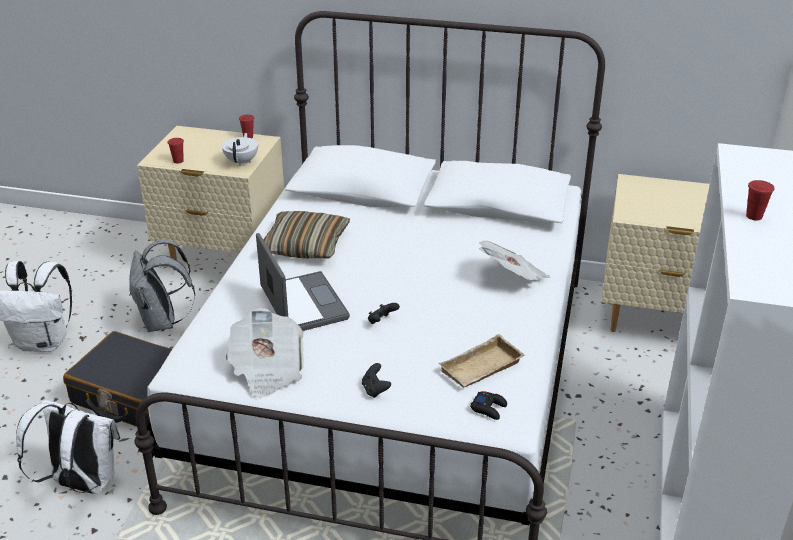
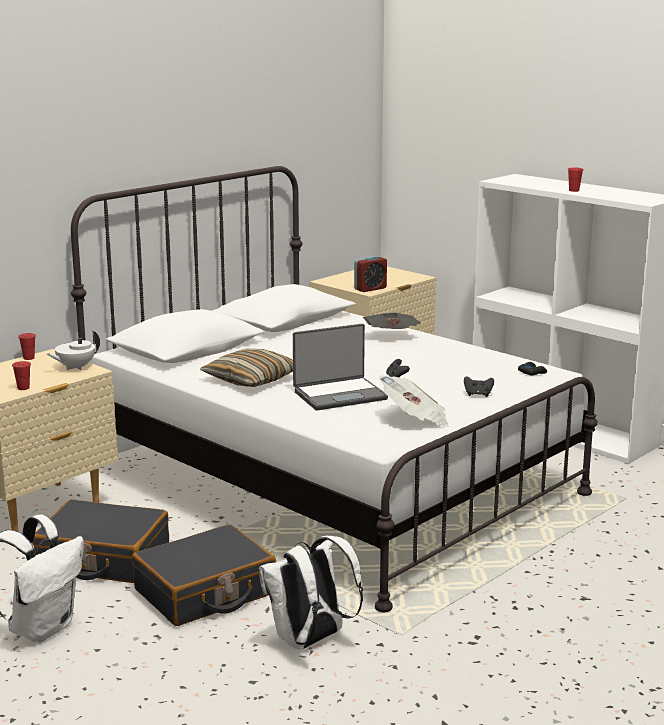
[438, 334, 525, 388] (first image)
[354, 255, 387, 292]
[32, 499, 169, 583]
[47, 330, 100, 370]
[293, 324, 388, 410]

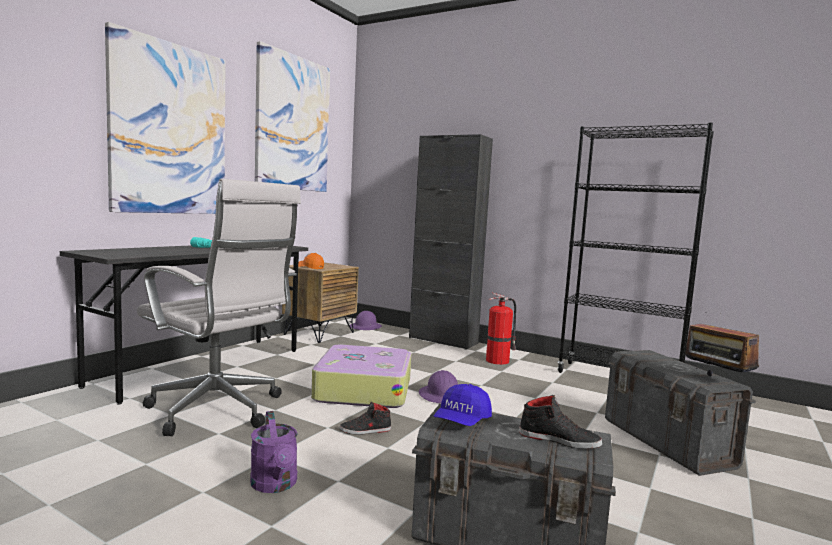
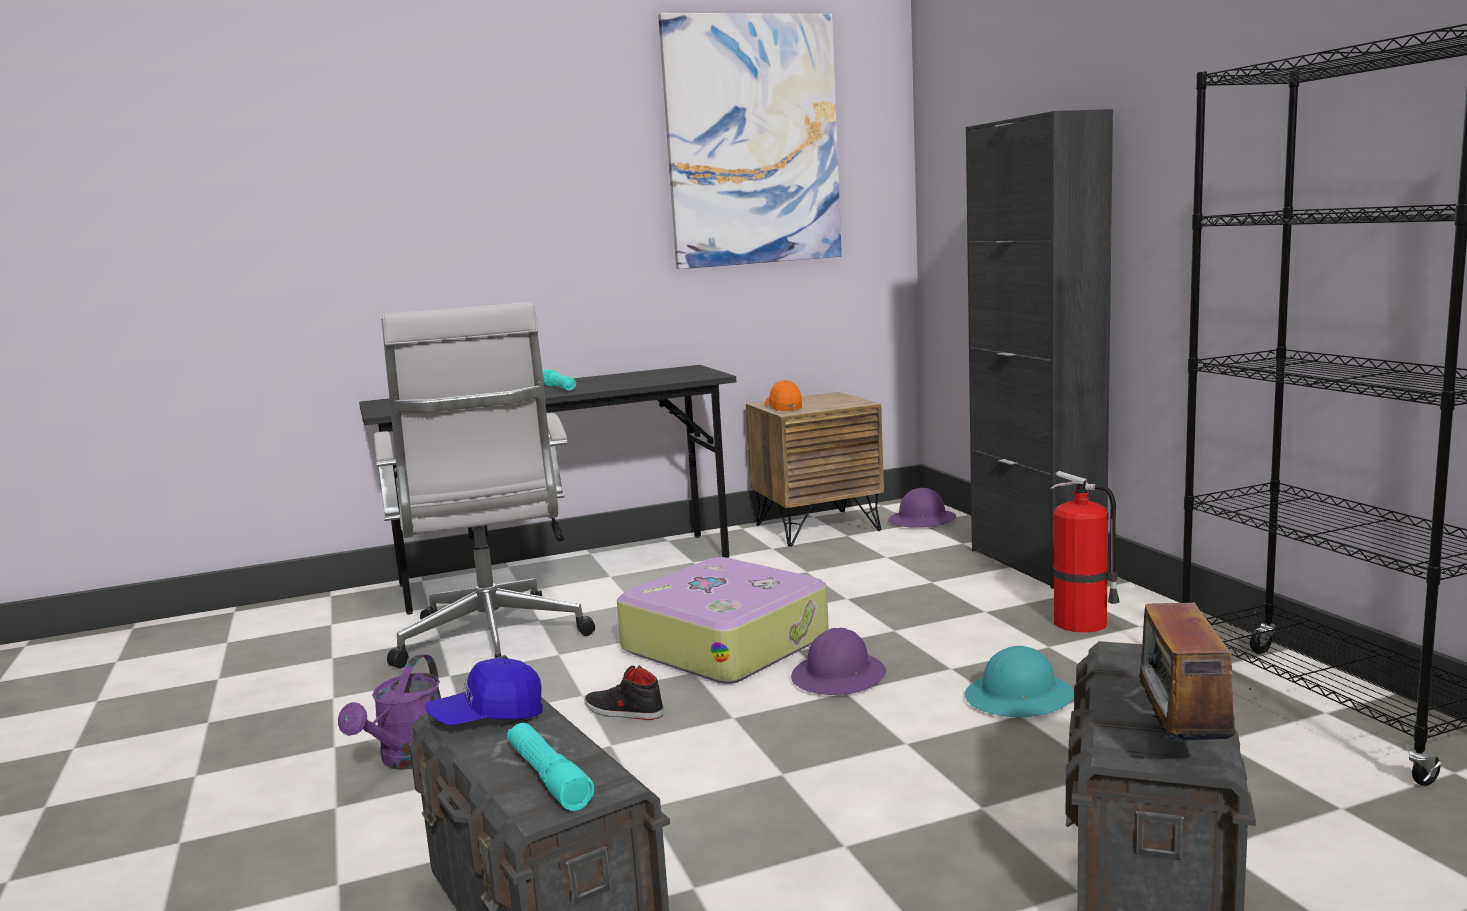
[105, 22, 225, 214] (first image)
[965, 646, 1074, 717]
[507, 723, 594, 811]

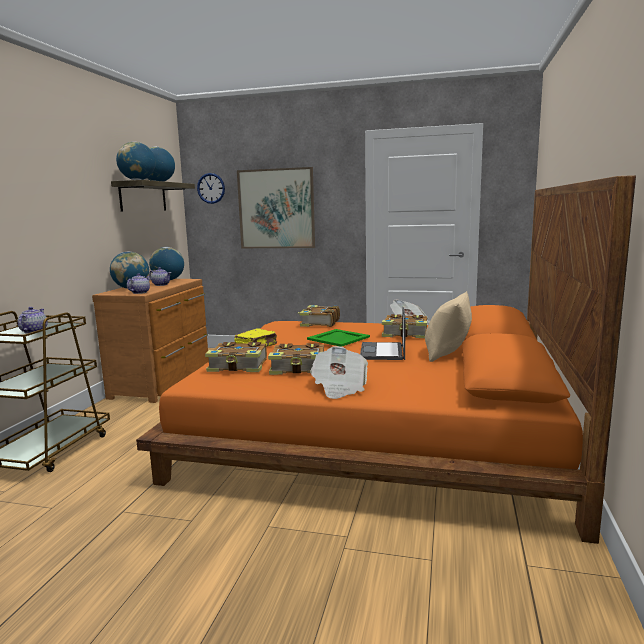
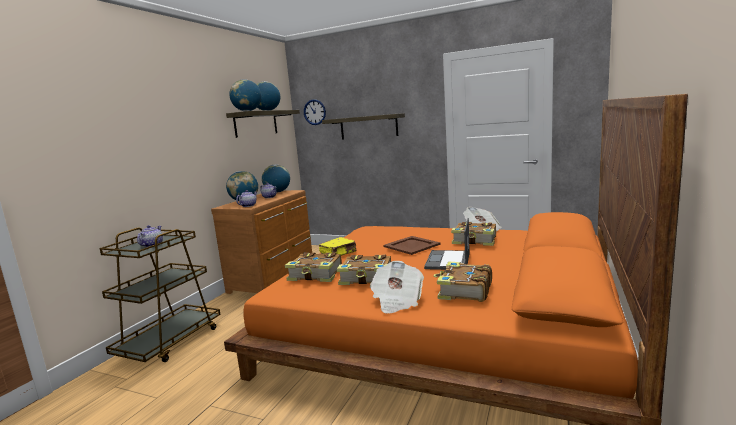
[425, 291, 472, 362] (first image)
[433, 261, 492, 302]
[322, 113, 405, 140]
[383, 236, 441, 255]

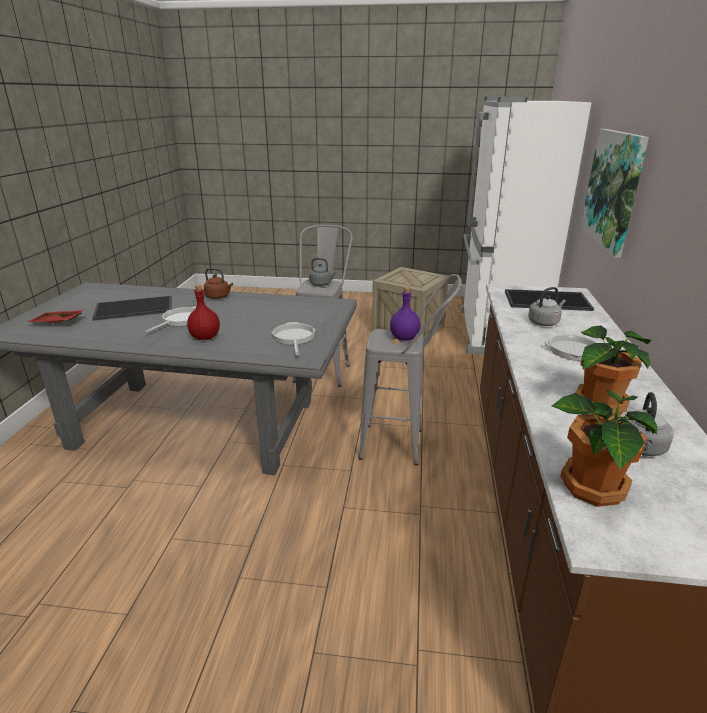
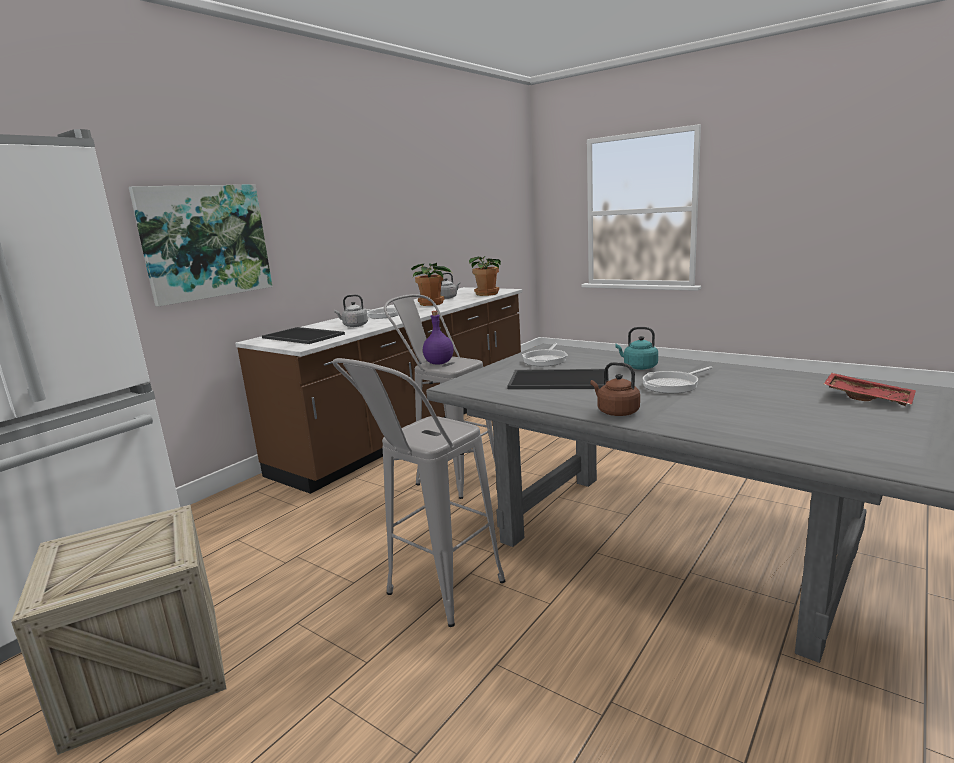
[309, 258, 336, 286] (first image)
[507, 369, 609, 389]
[615, 327, 658, 370]

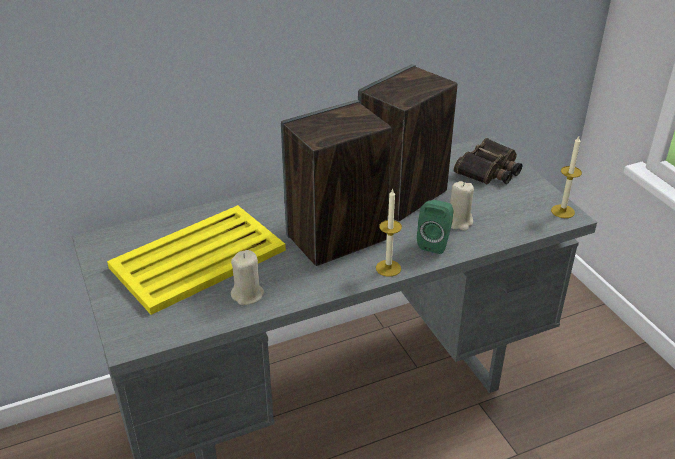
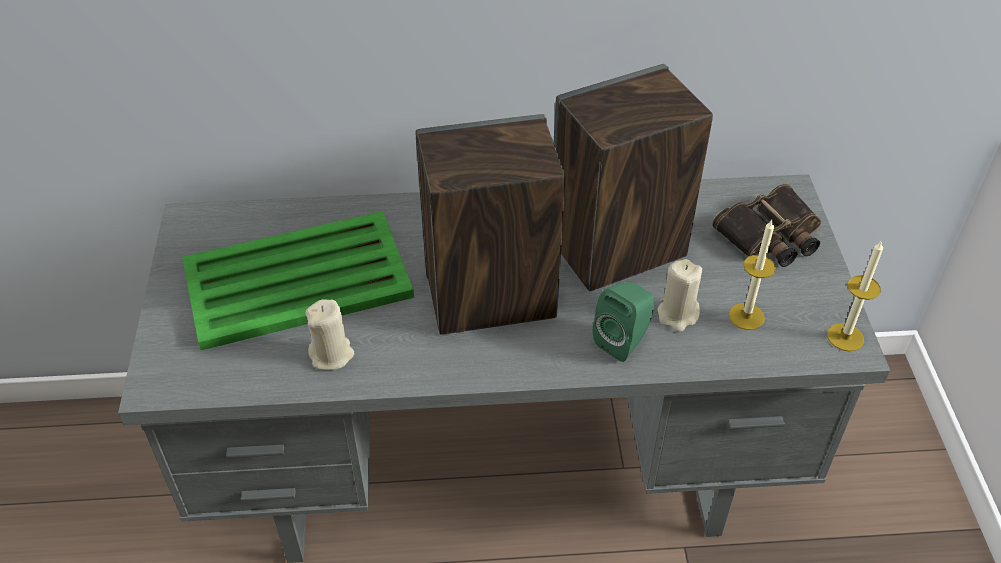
[729, 220, 776, 330]
[182, 211, 414, 350]

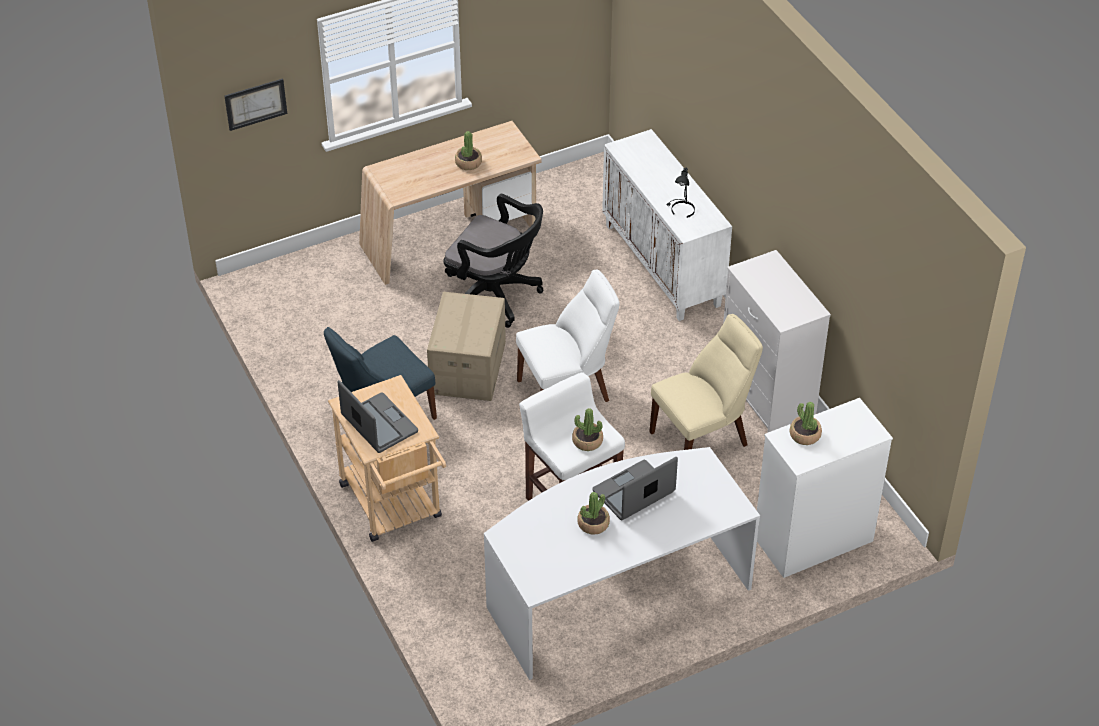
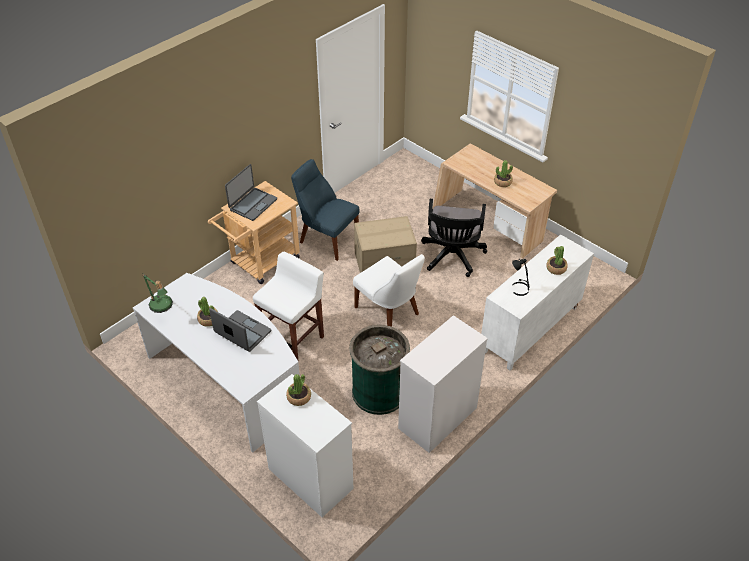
[225, 78, 287, 131] (first image)
[143, 274, 173, 313]
[546, 246, 568, 275]
[349, 325, 410, 415]

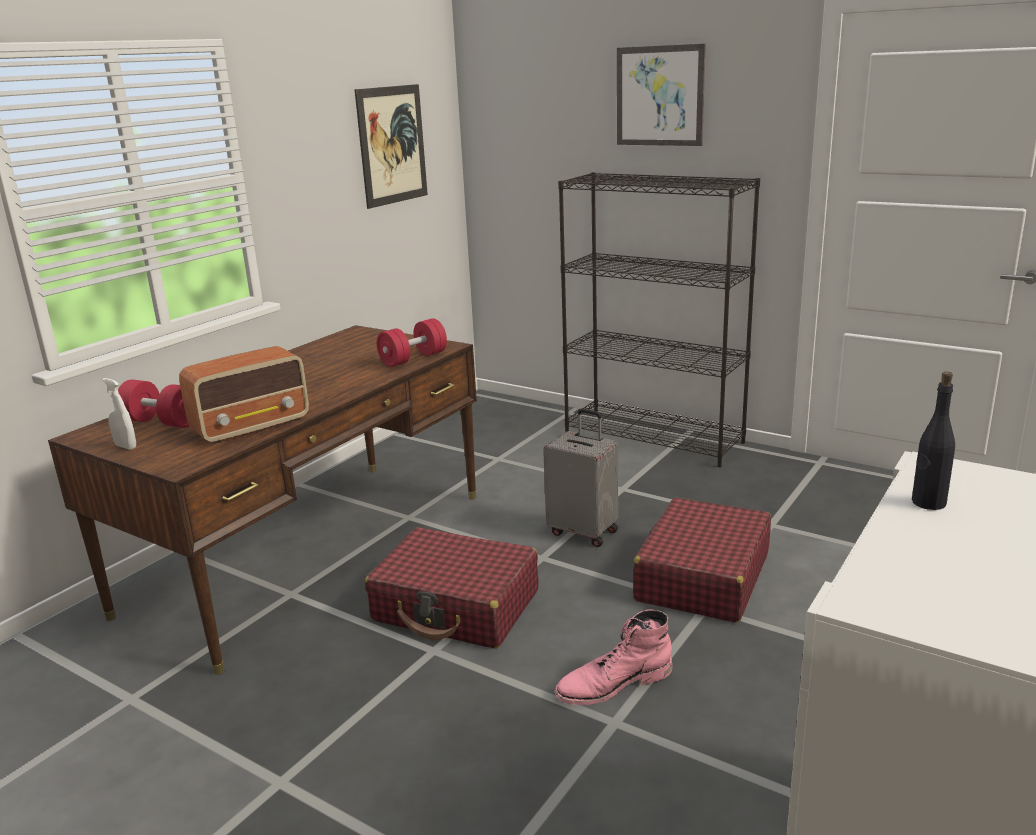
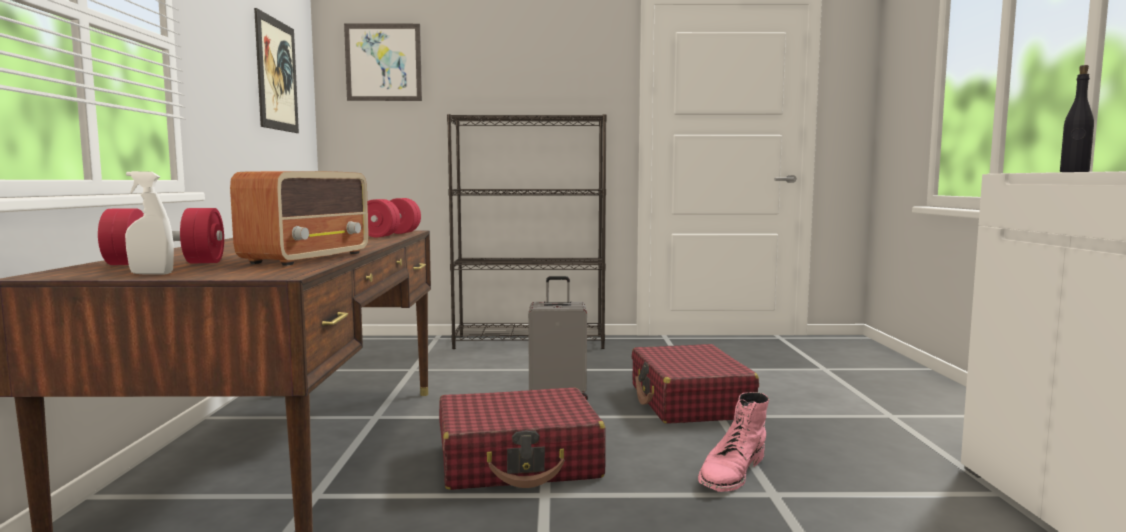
[344, 24, 422, 101]

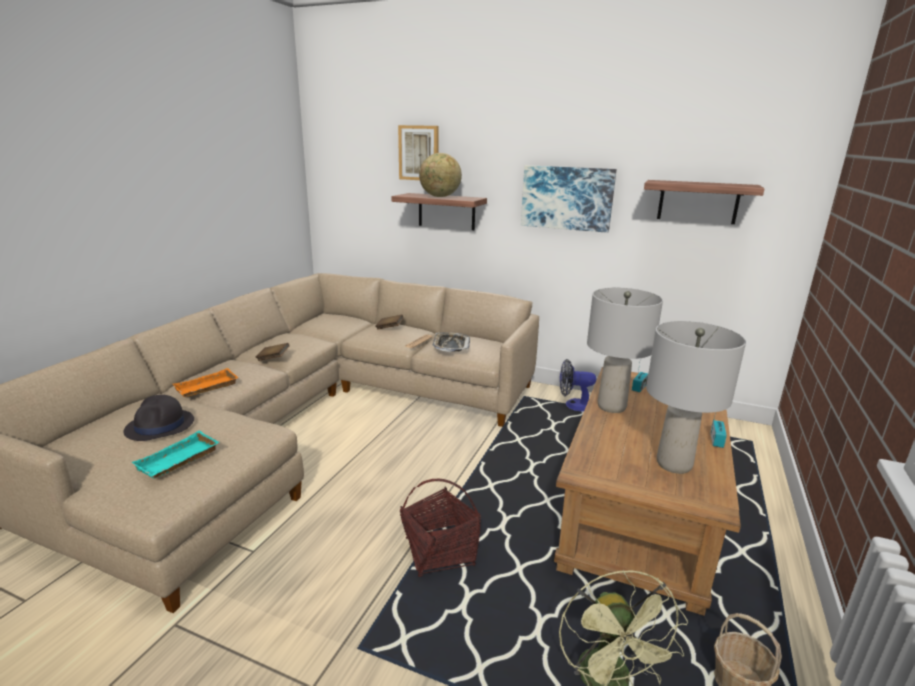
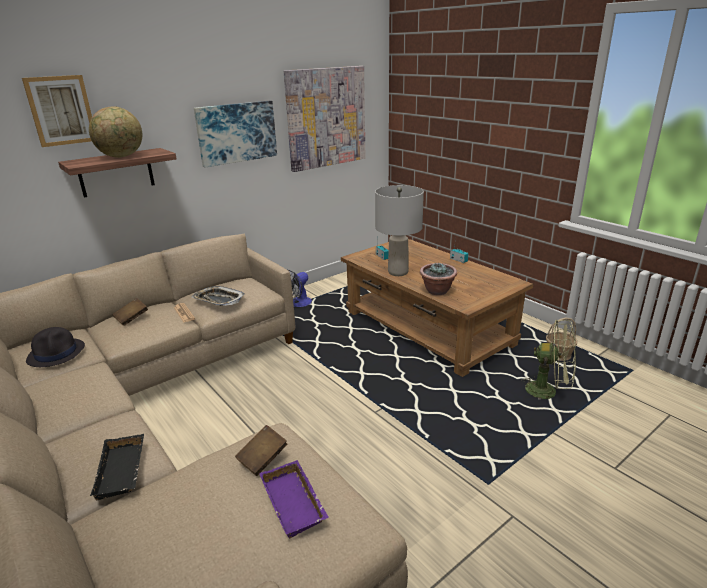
[400, 479, 481, 577] (first image)
[646, 321, 746, 474] (first image)
[420, 263, 457, 295]
[26, 327, 85, 367]
[235, 425, 287, 476]
[284, 66, 365, 172]
[259, 460, 329, 539]
[90, 434, 144, 501]

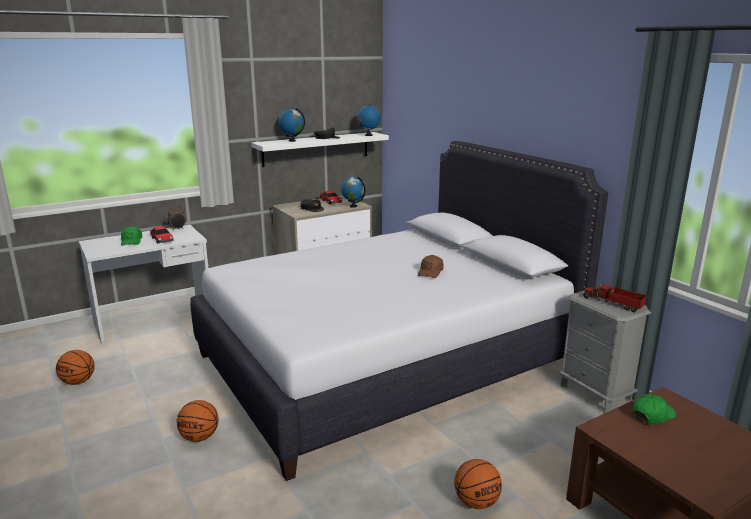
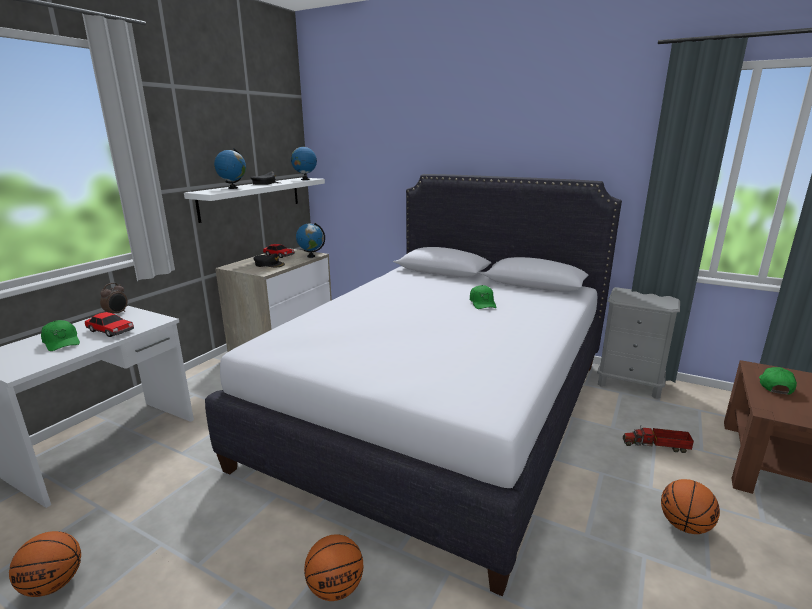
[623, 425, 694, 453]
[470, 285, 496, 309]

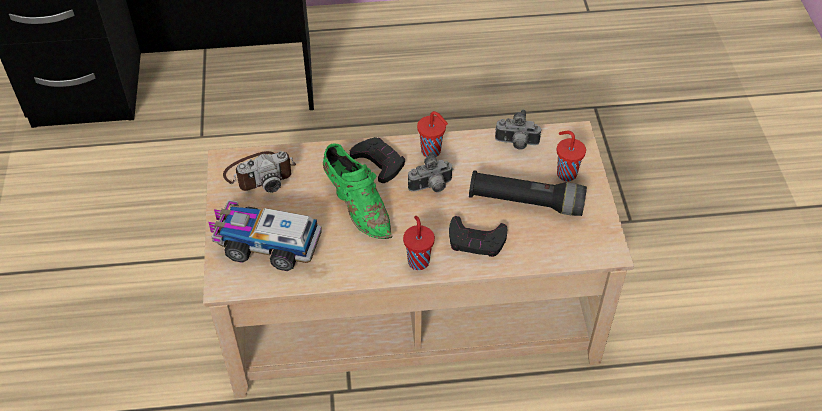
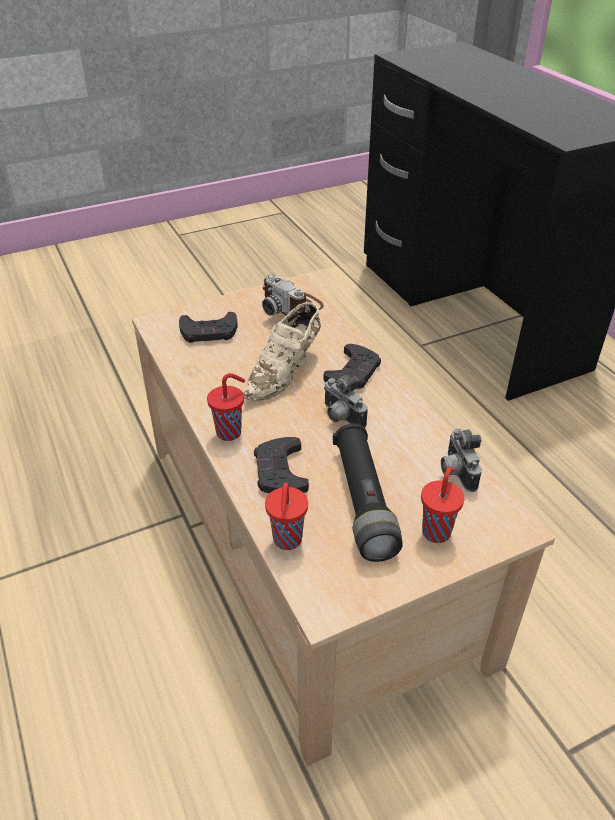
[265, 482, 308, 550]
[179, 312, 238, 343]
[243, 302, 321, 401]

